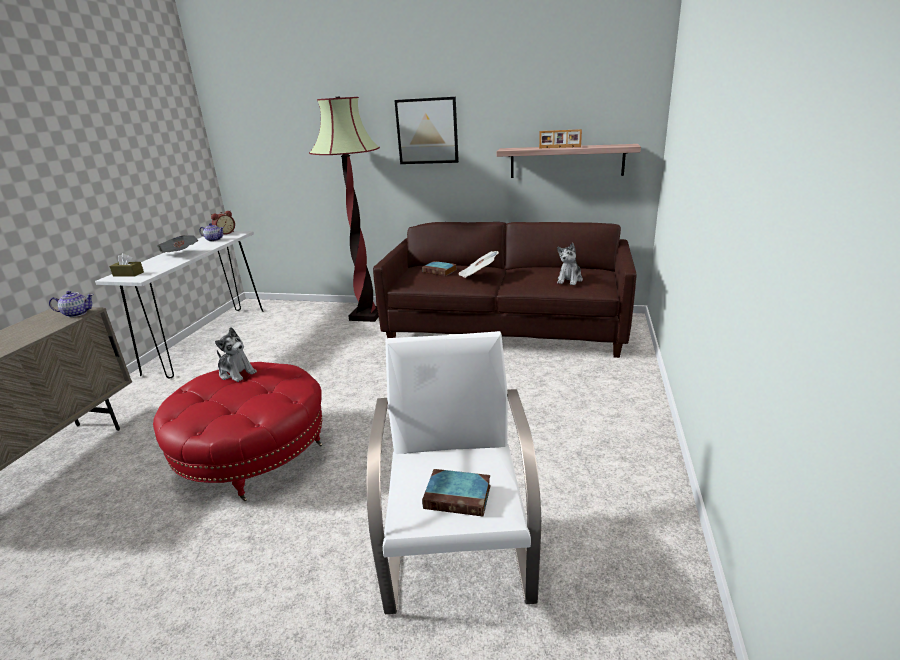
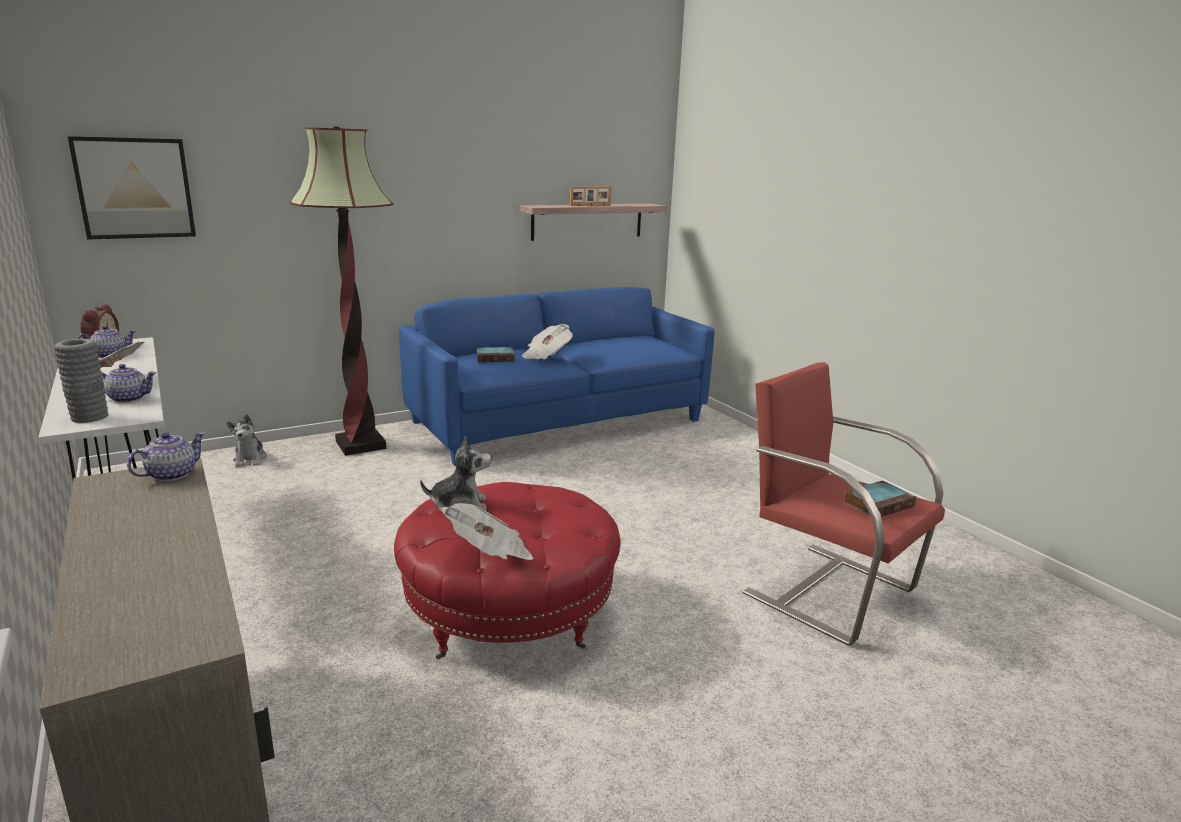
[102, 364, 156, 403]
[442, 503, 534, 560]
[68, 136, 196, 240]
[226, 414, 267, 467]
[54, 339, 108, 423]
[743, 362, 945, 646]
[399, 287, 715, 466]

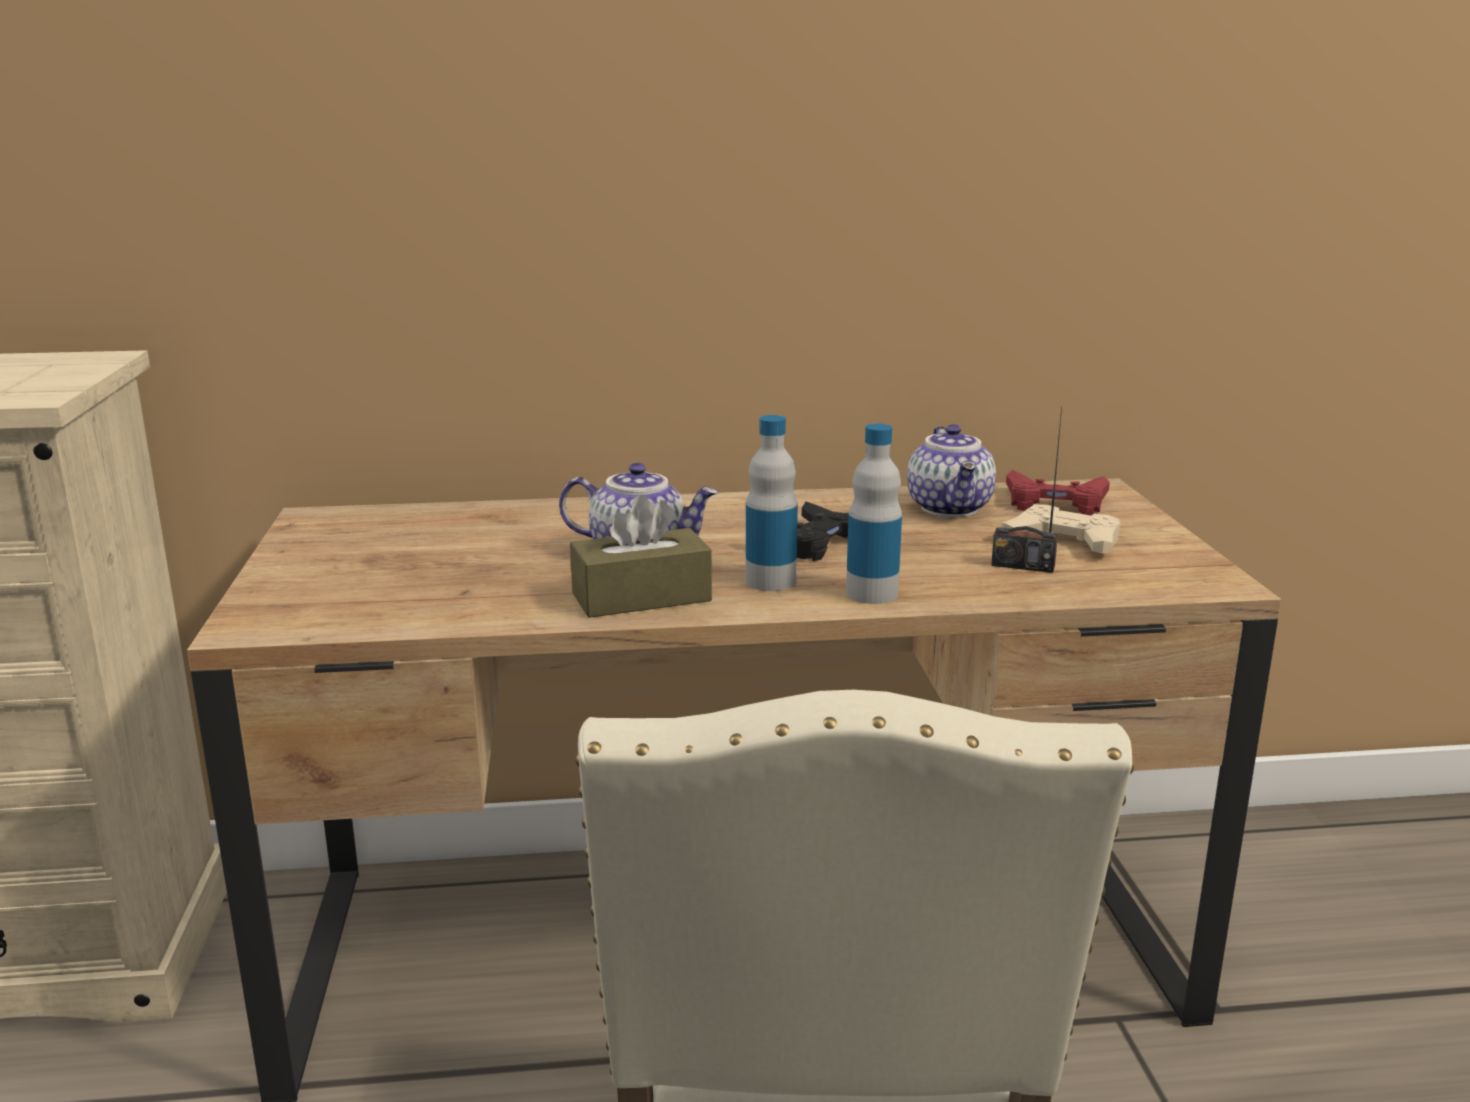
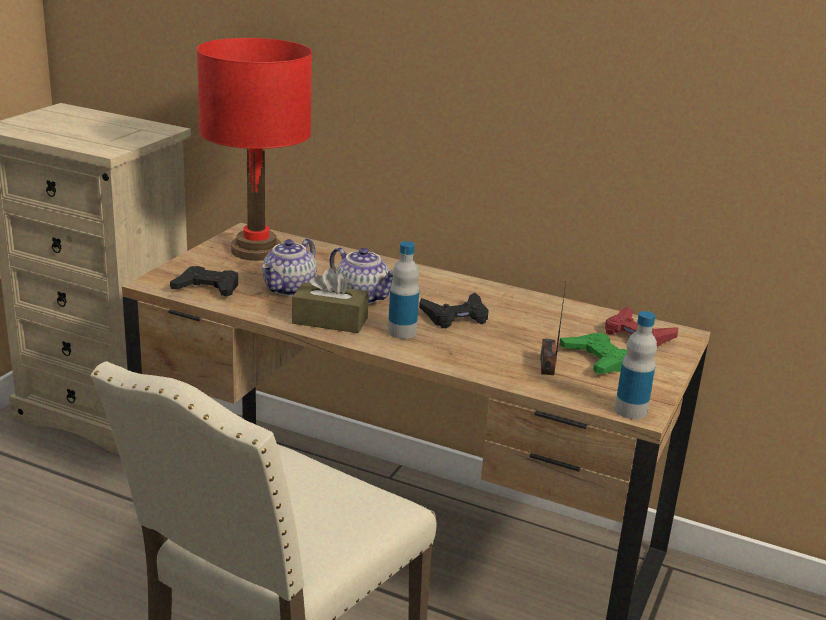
[170, 266, 238, 297]
[197, 38, 312, 261]
[615, 311, 657, 419]
[262, 238, 317, 296]
[559, 332, 627, 374]
[540, 283, 566, 375]

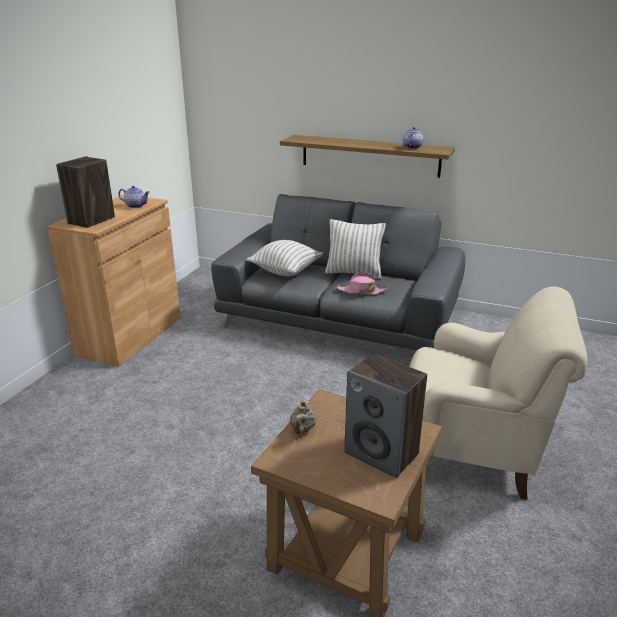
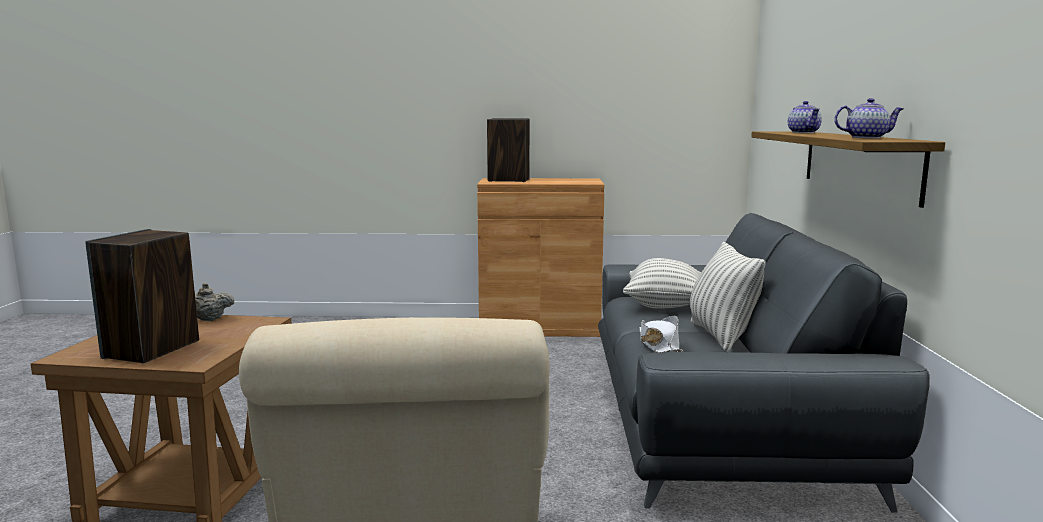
[788, 101, 822, 133]
[640, 316, 683, 353]

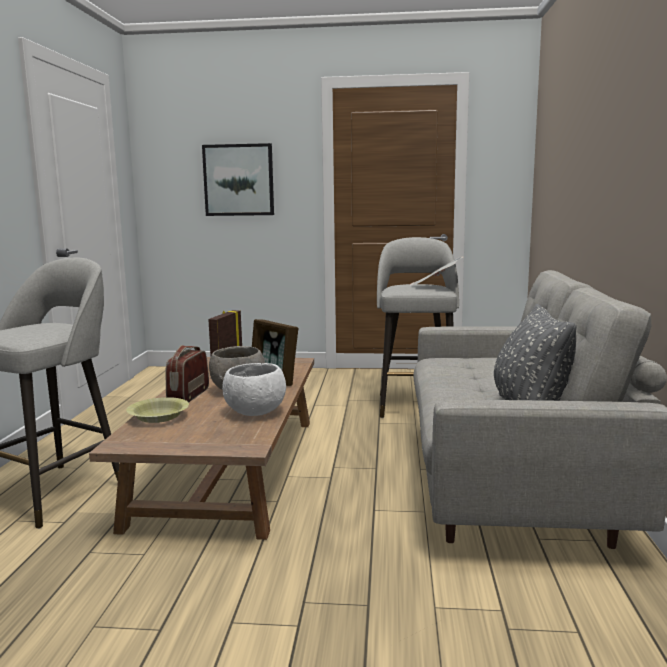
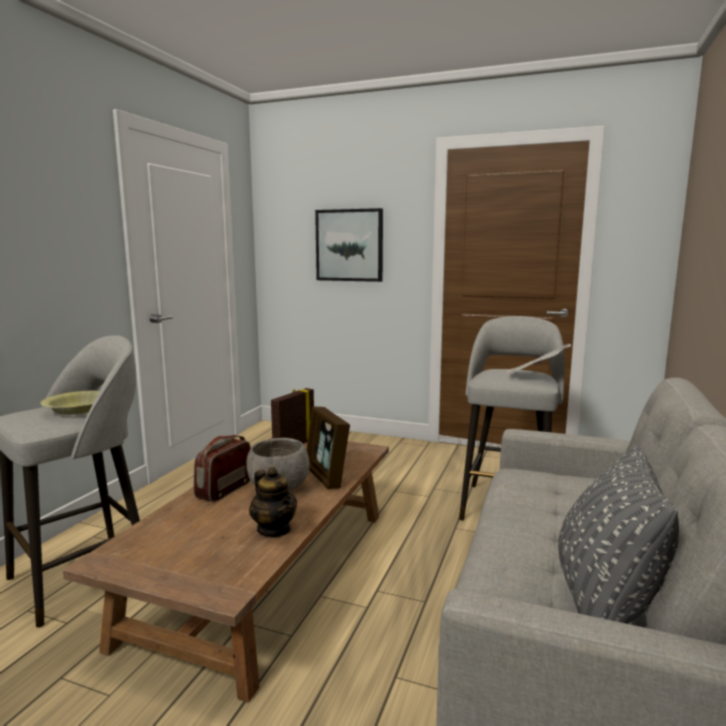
[40, 391, 99, 415]
[249, 467, 297, 537]

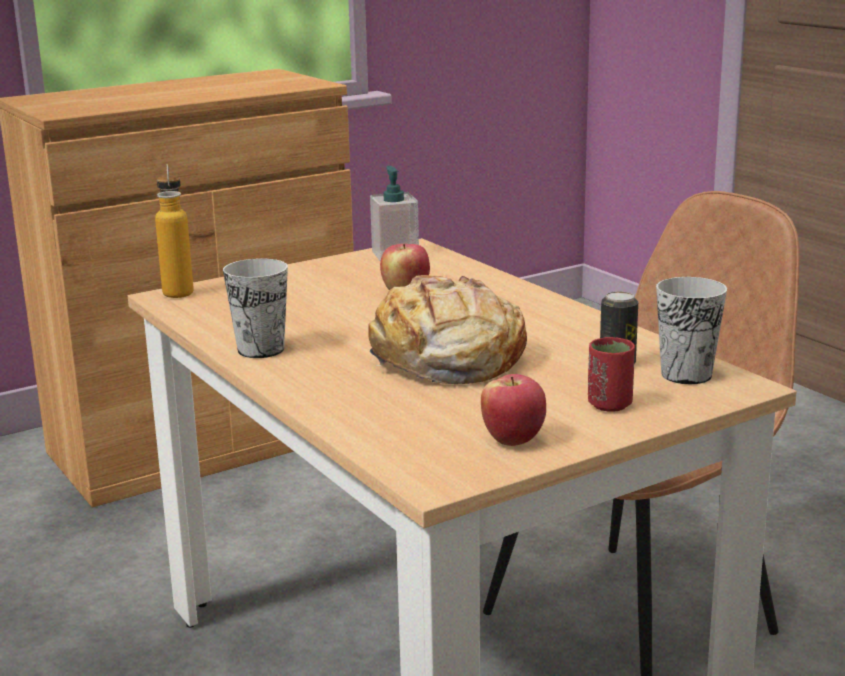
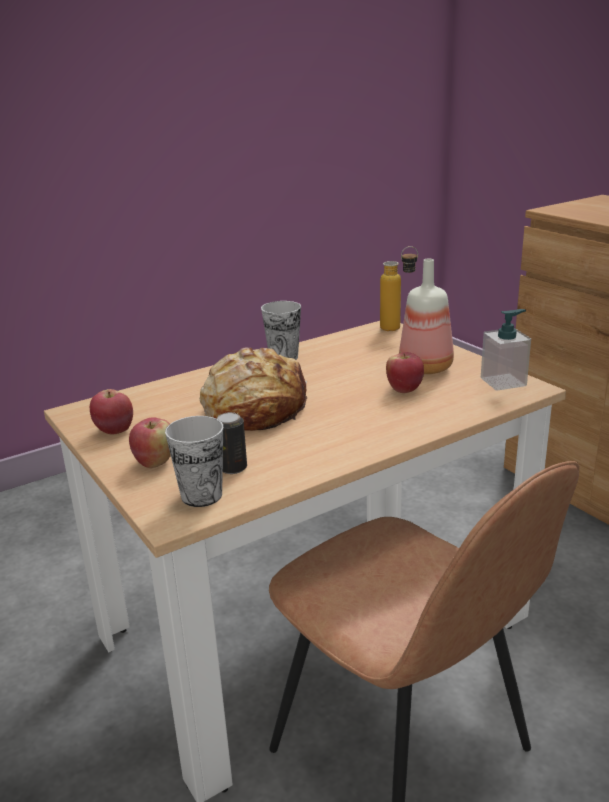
[399, 258, 454, 374]
[129, 417, 171, 468]

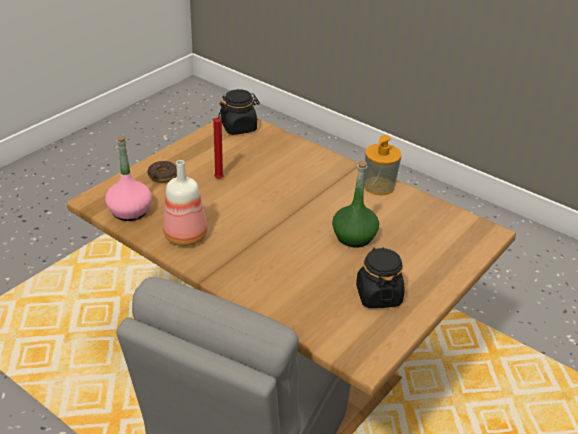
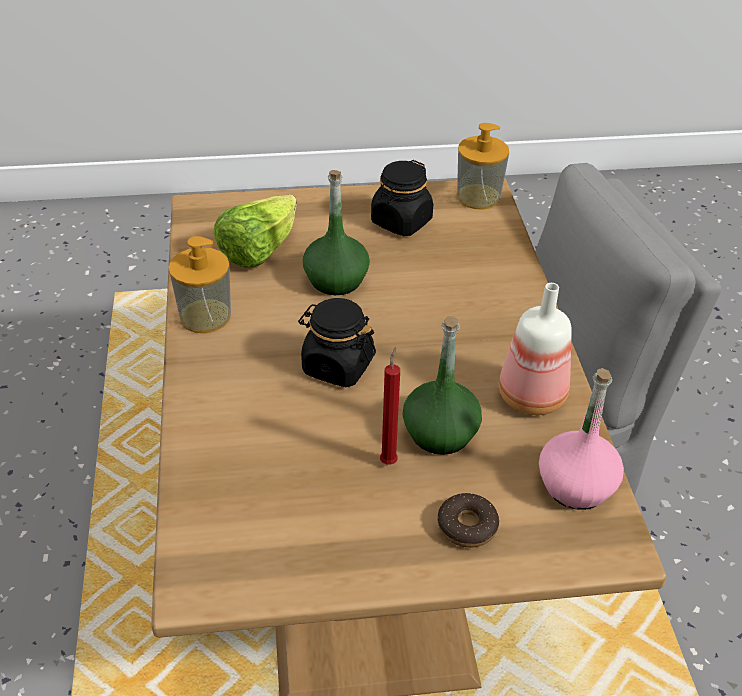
[214, 194, 297, 268]
[403, 316, 482, 455]
[457, 123, 509, 210]
[298, 298, 376, 387]

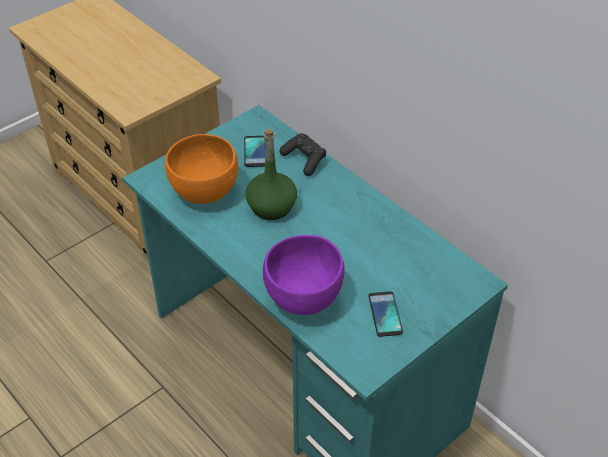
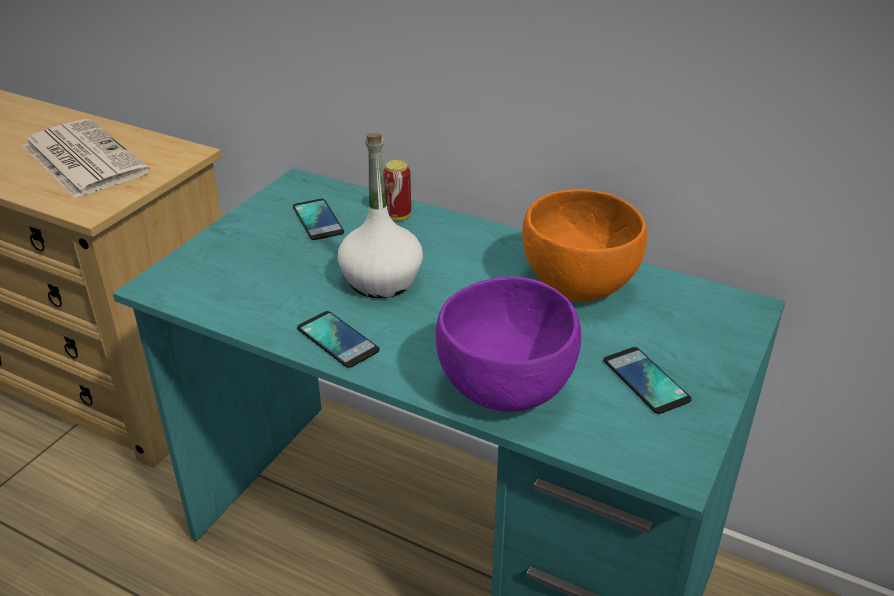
[23, 119, 149, 198]
[297, 311, 380, 368]
[522, 189, 647, 302]
[383, 160, 411, 221]
[338, 133, 423, 298]

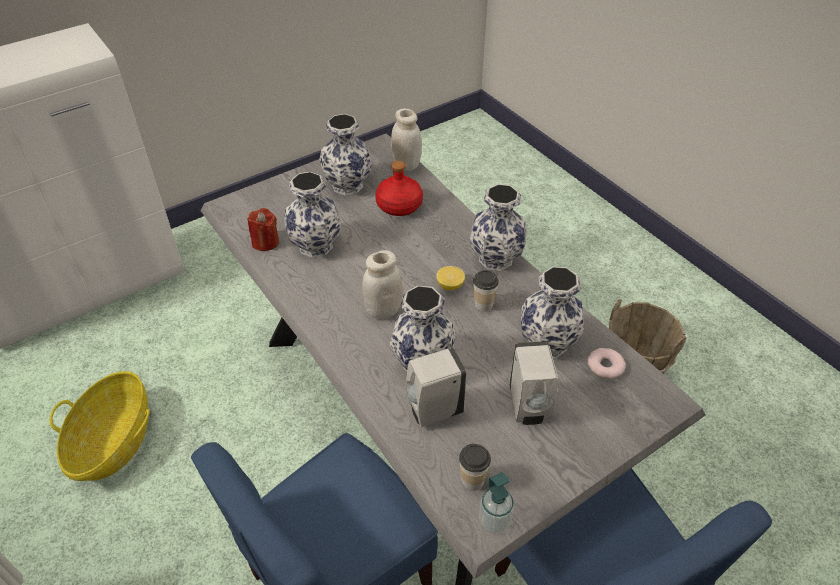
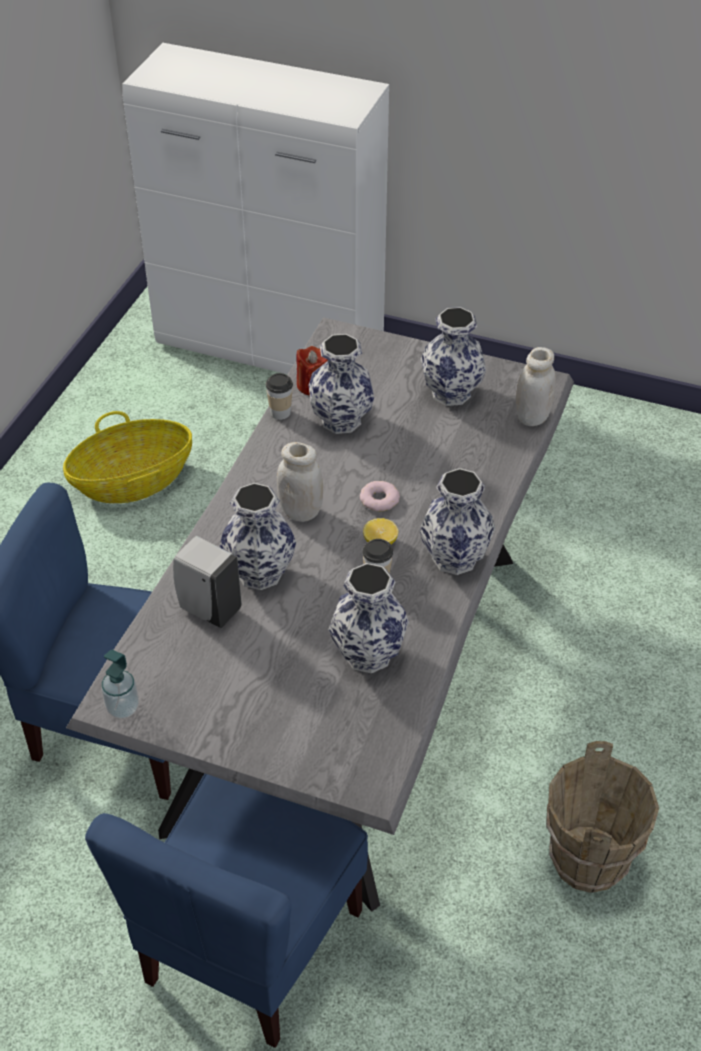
[375, 161, 423, 216] (first image)
[509, 341, 559, 425] (first image)
[266, 373, 293, 420]
[360, 481, 400, 511]

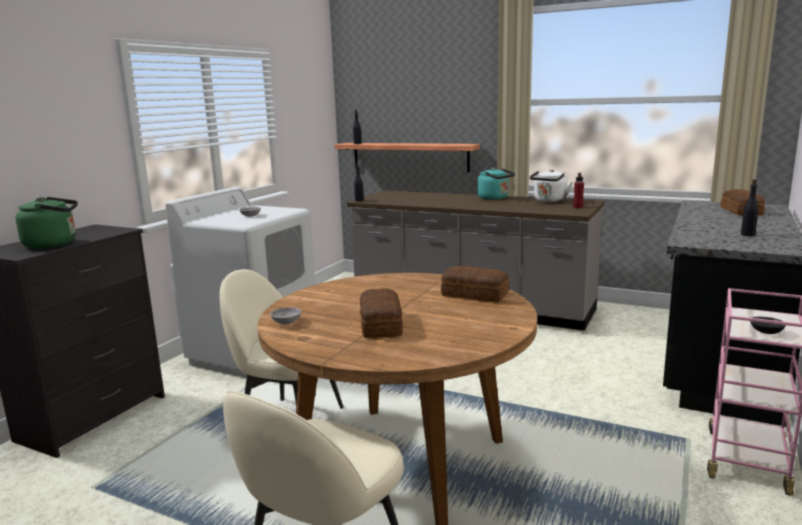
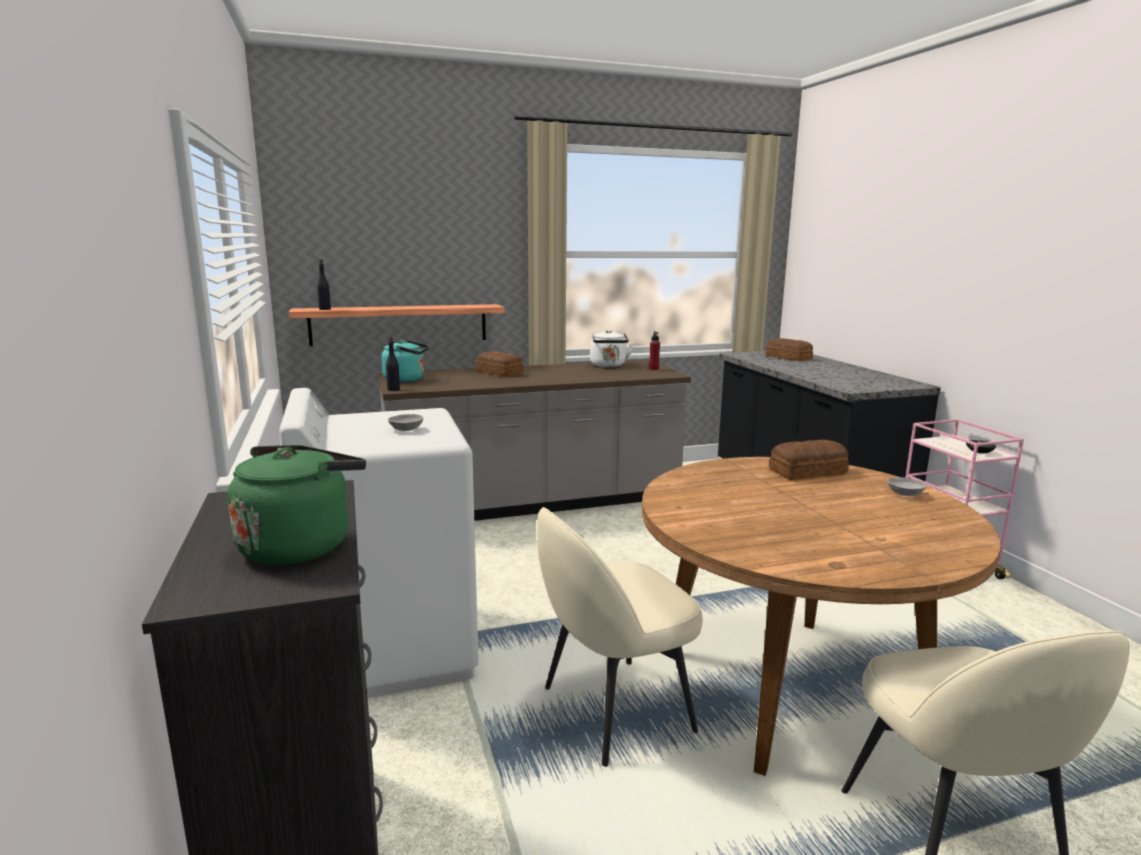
[741, 179, 758, 236] (first image)
[887, 477, 926, 496]
[476, 351, 524, 377]
[381, 340, 429, 382]

